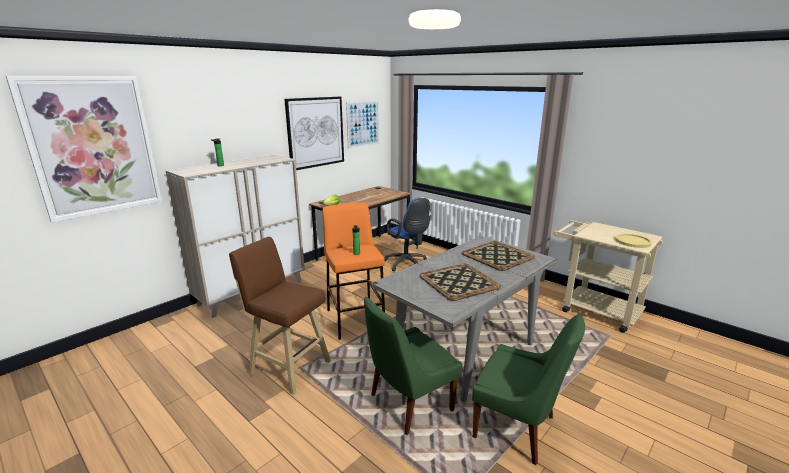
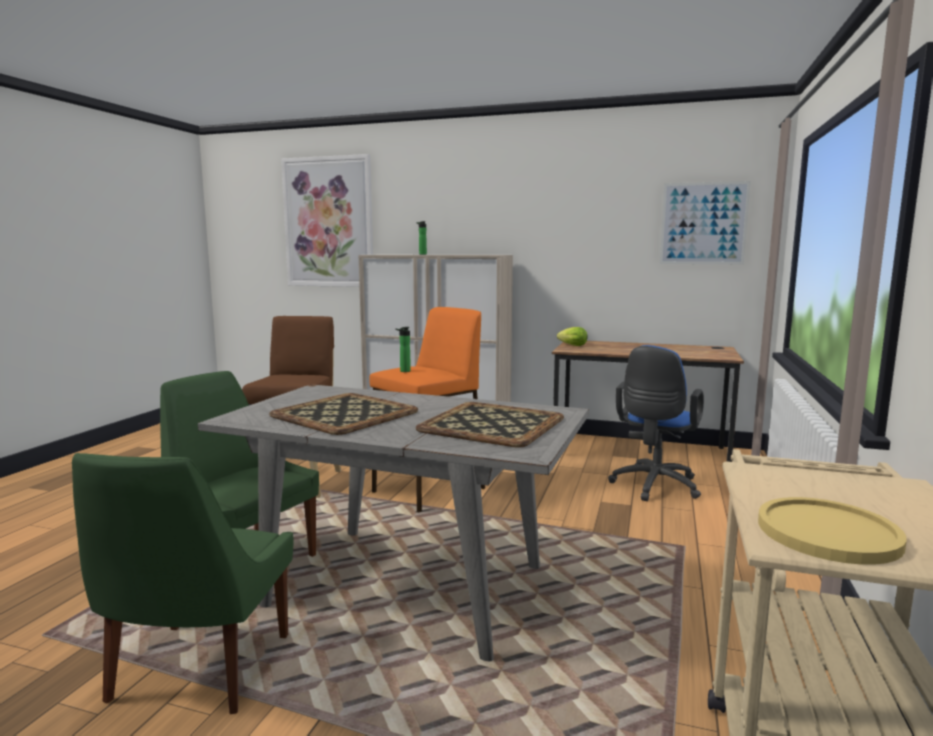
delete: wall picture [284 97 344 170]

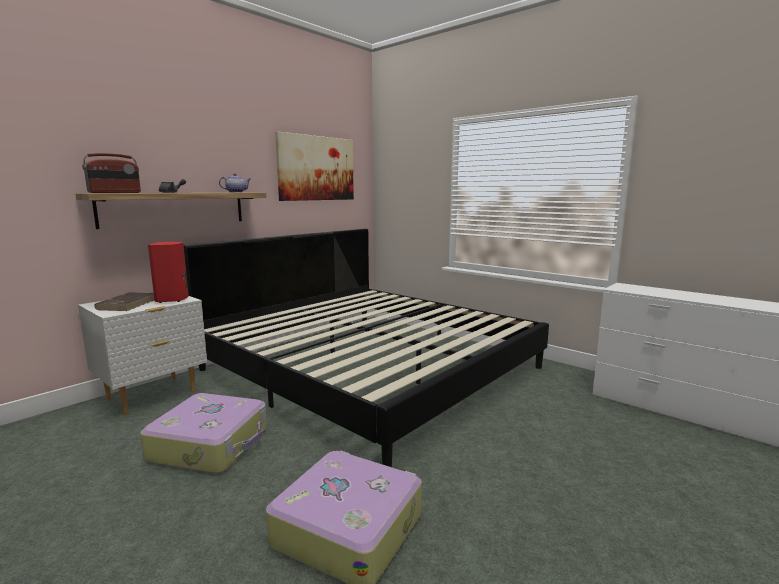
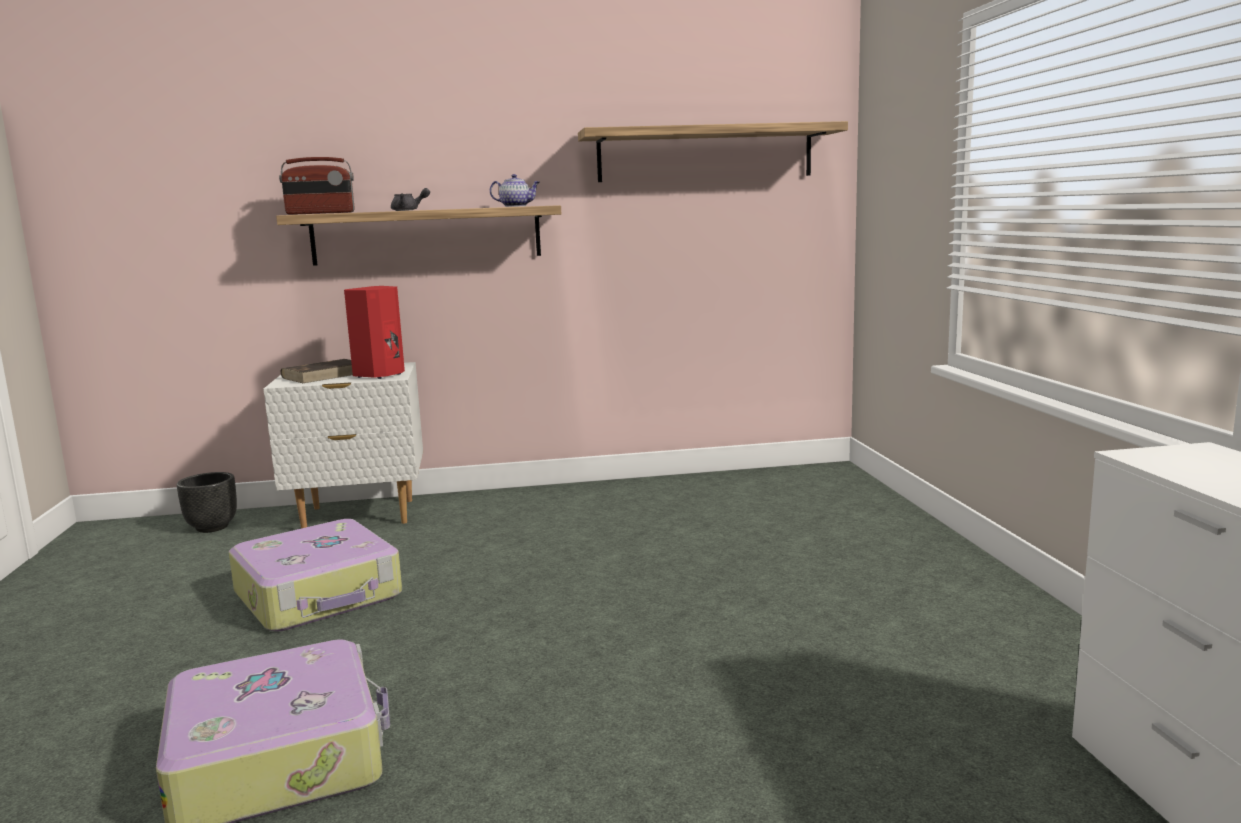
delete: bedroom bed [183 229 549 467]
insert: black-coloured flower pot [177 472 237 533]
replace: wall picture [275 131 354 201] to bracket shelf [578 121 848 182]

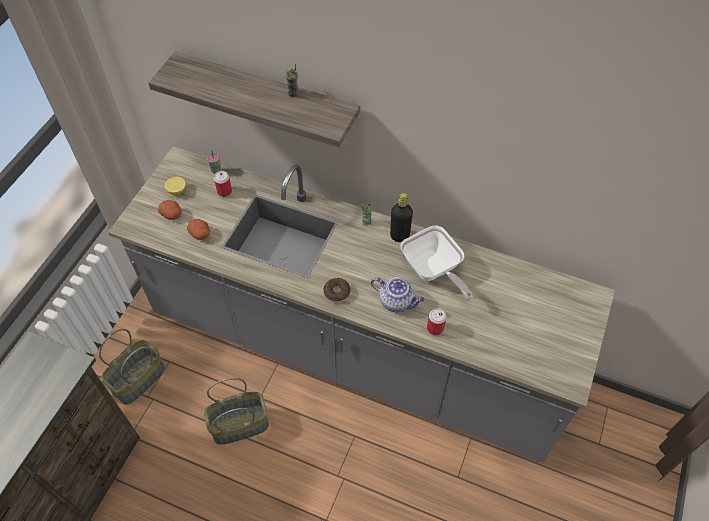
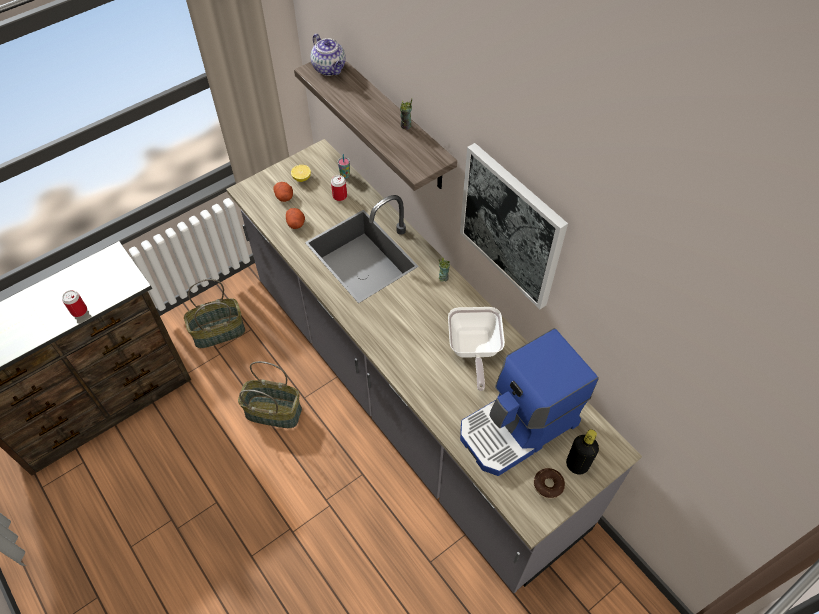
insert: wall picture [460 143 568 310]; coffee maker [460 328 599 476]
move: black-coloured beverage bottle [390 193 413 242] to [566 429 599 475]; teapot [371 277 425 313] to [311 34 346 76]; doughnut [324 278 351 303] to [534 468 565 499]; can [427 308 446 335] to [62 290 87 317]

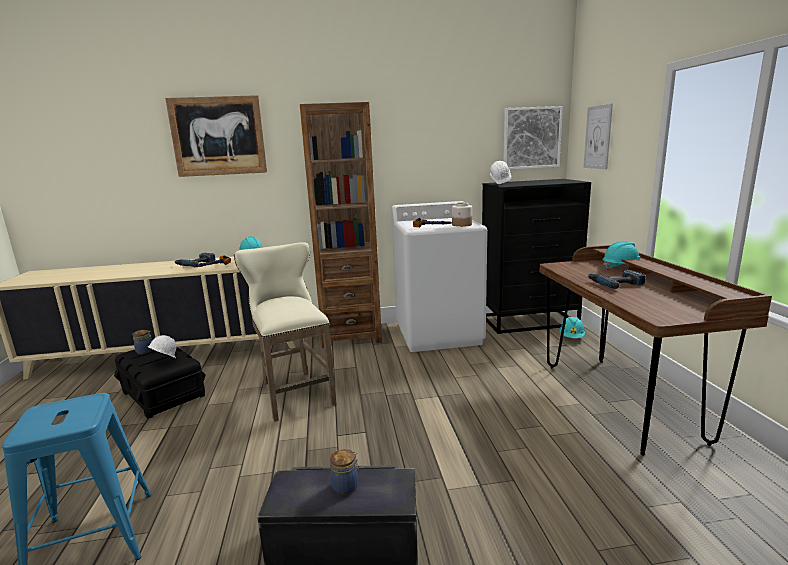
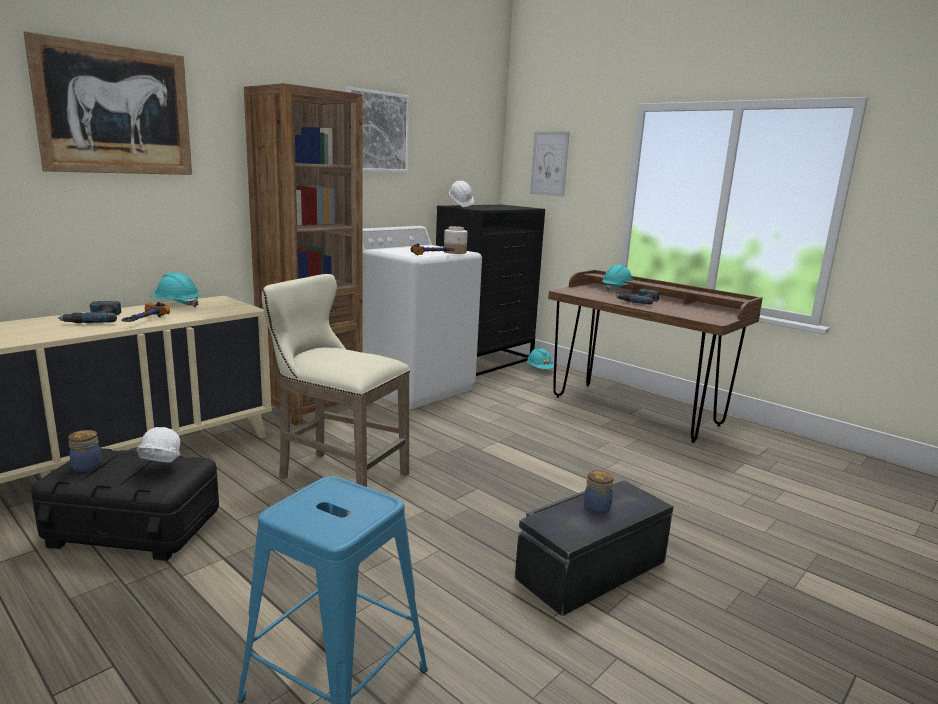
move: wall picture [503 106 563 169] to [345 87 409 173]

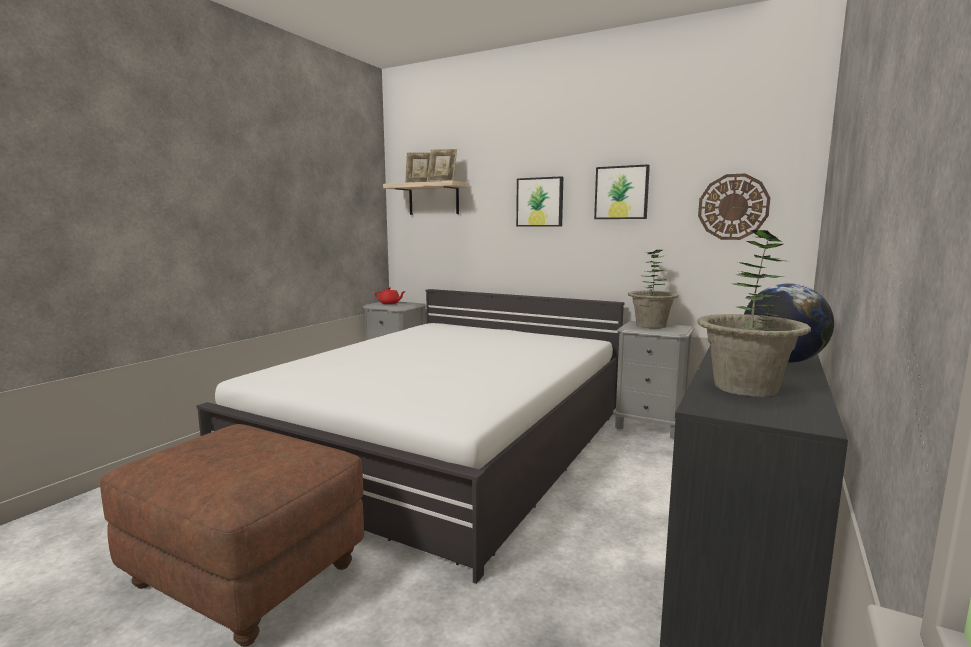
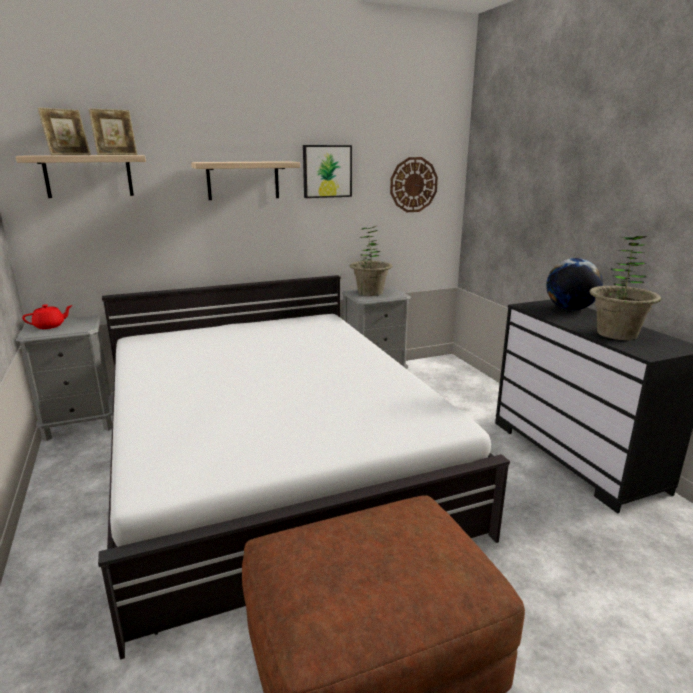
replace: wall picture [516 176 563 227] to bracket shelf [191 161 300 200]

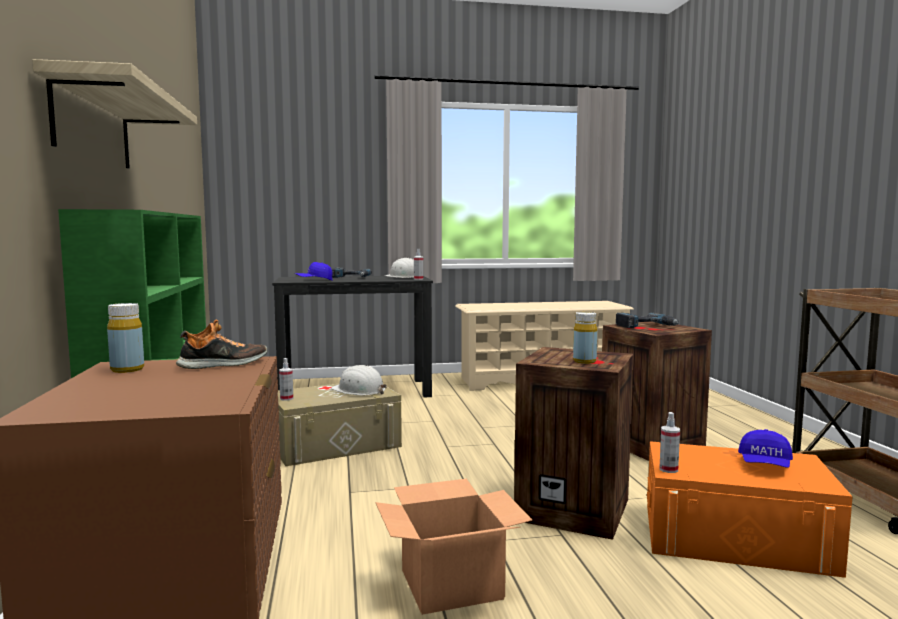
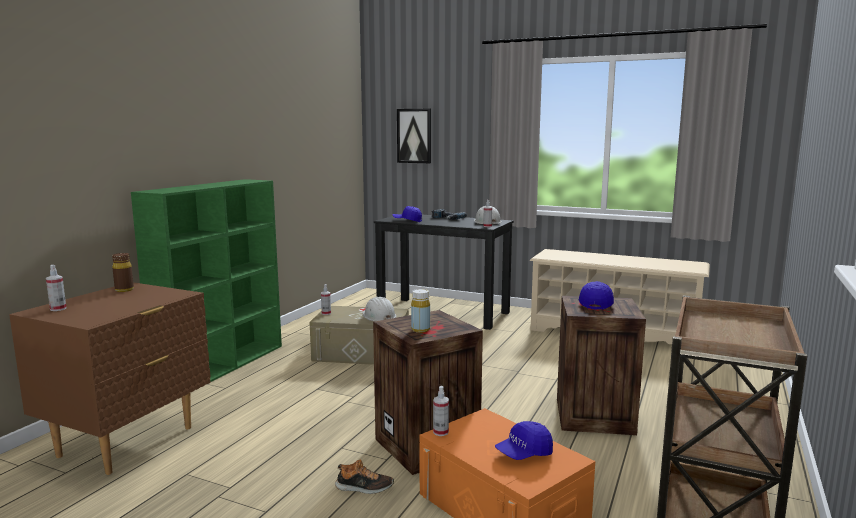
delete: bracket shelf [32 59 197 169]; packing box [375 479 533 615]
insert: wall picture [397 109 431 163]; spray bottle [46 265 66 311]
move: low shoe [176 320 267 369] to [335 460 394 494]
replace: electric drill [616 313 679 328] to blue peaked cap [579 281 614 310]
recolor: yellow-coloured beverage bottle [107 303 144 373] to brown beverage bottle [112 253 134 292]

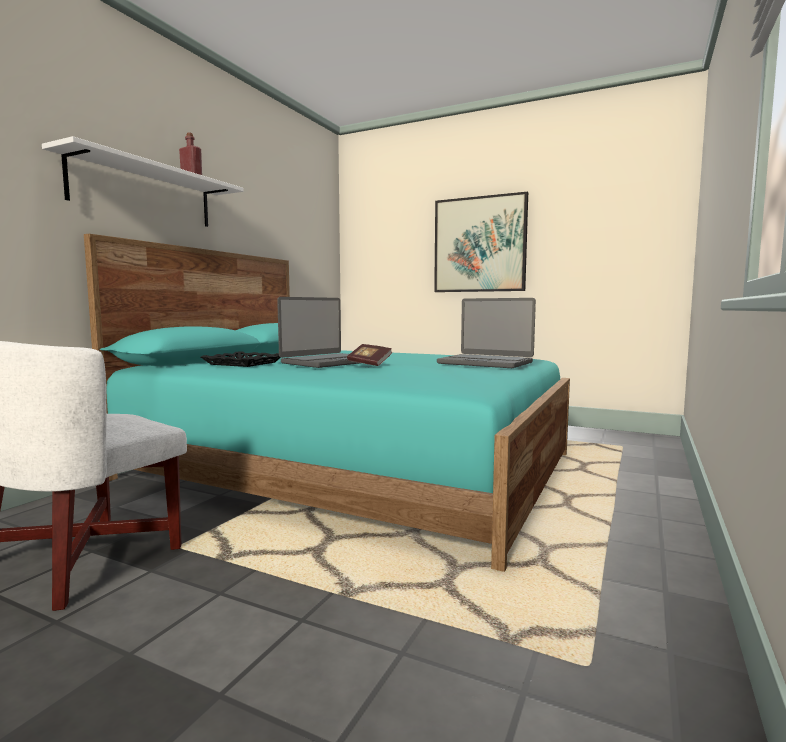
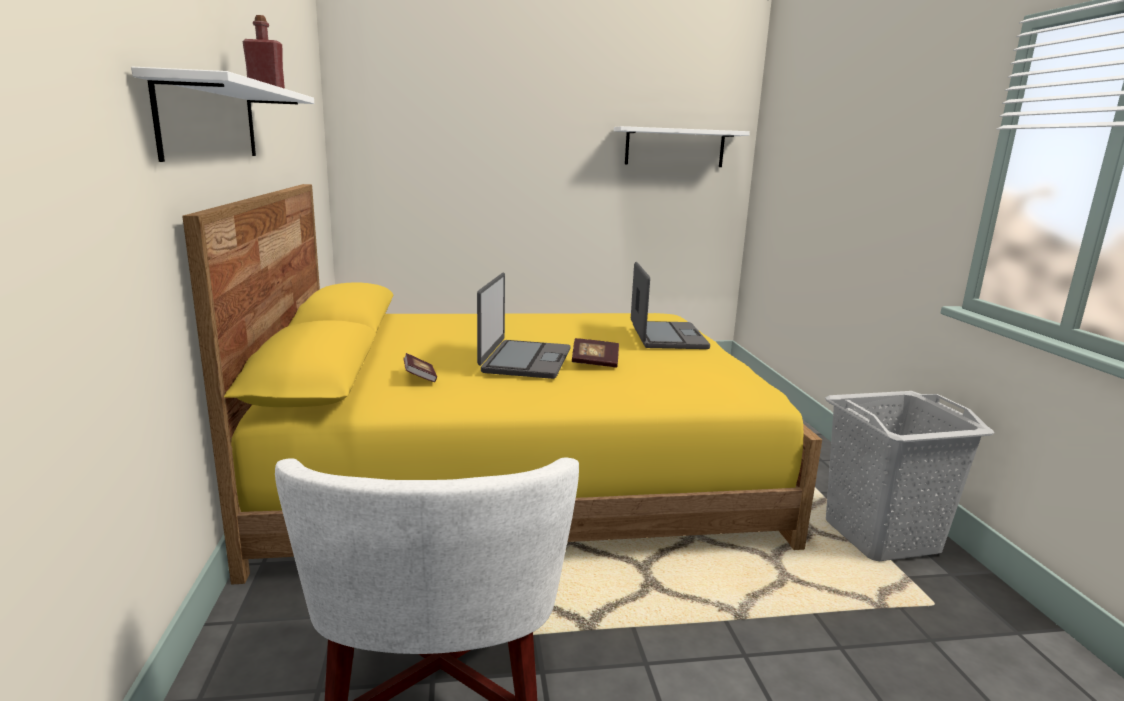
delete: wall picture [434 192 528 292]
insert: whitish bracket shelf [614 126 750 167]; greyish hamper [825 391 995 561]
replace: black-coloured tray [201 351 281 367] to volume [403 353 437 382]
recolor: turquoise-coloured bedroom bed [84 234 570 572] to yellow-coloured bedroom bed [182 184 822 585]
rotate: notebook computer [437 298 536 368] = [631 262 710 349] 90 degrees counterclockwise

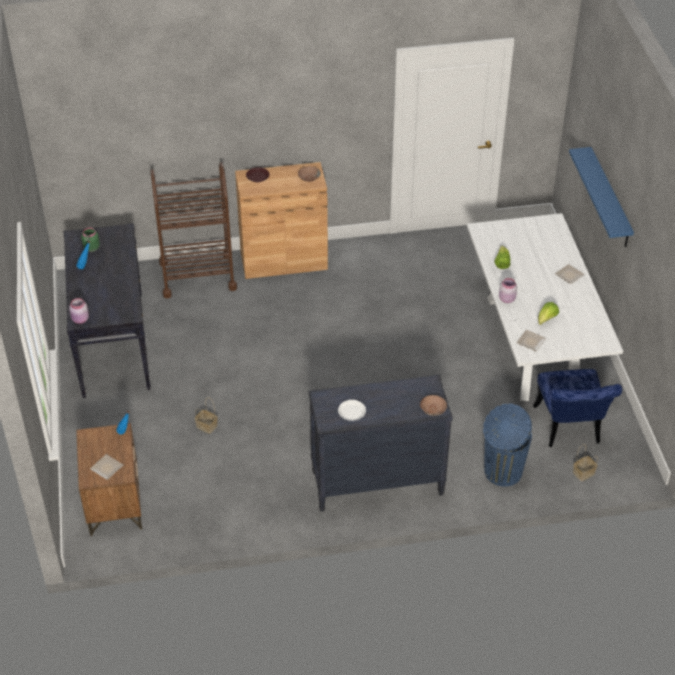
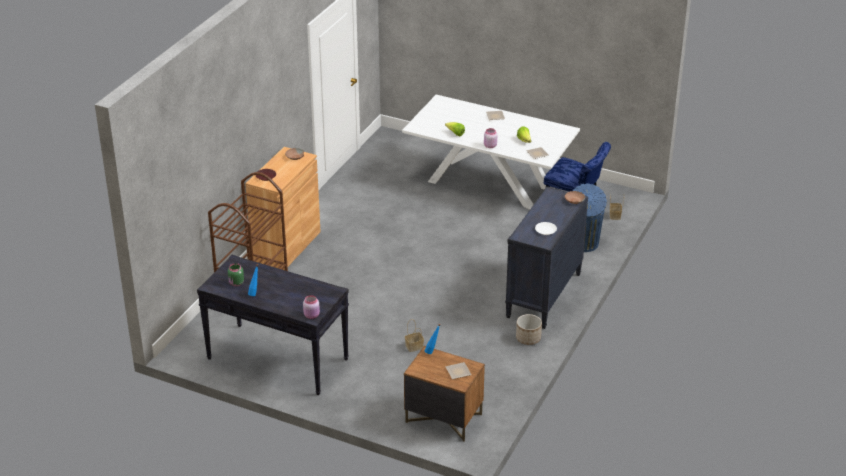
delete: blue bracket shelf [569 147 634 247]
insert: flower pot [516 314 542 345]

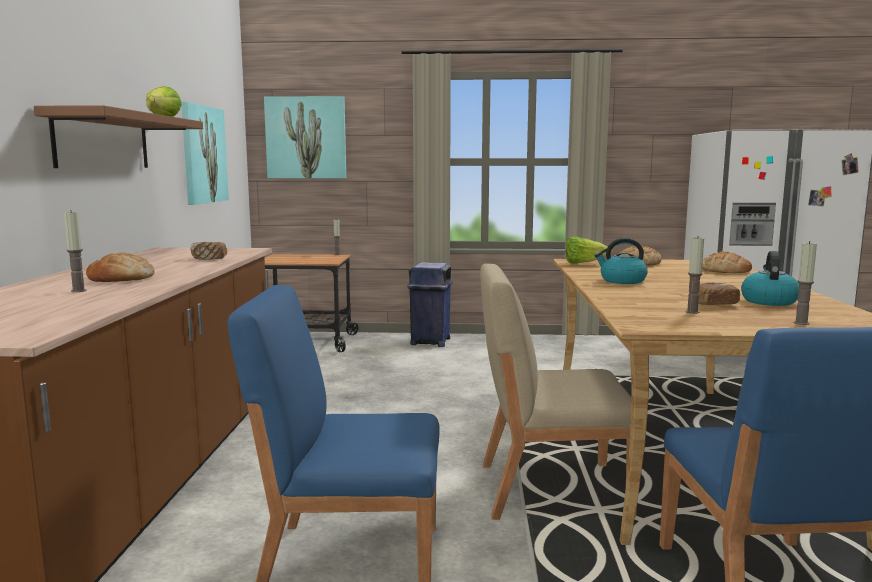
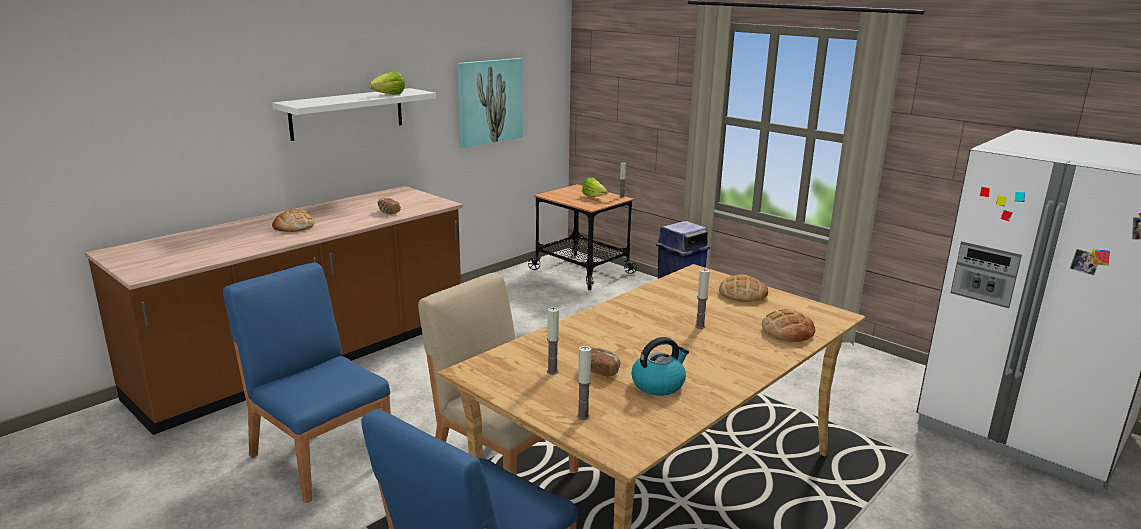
delete: wall picture [264 96 346 178]; tea kettle [594 238 648 284]
move: wax light [64 210 86 292] to [695 269 710 329]; lettuce [566 236 612 264] to [582 178 608 197]
recolor: brown bracket shelf [34 105 203 168] to whitish bracket shelf [272 88 436 141]

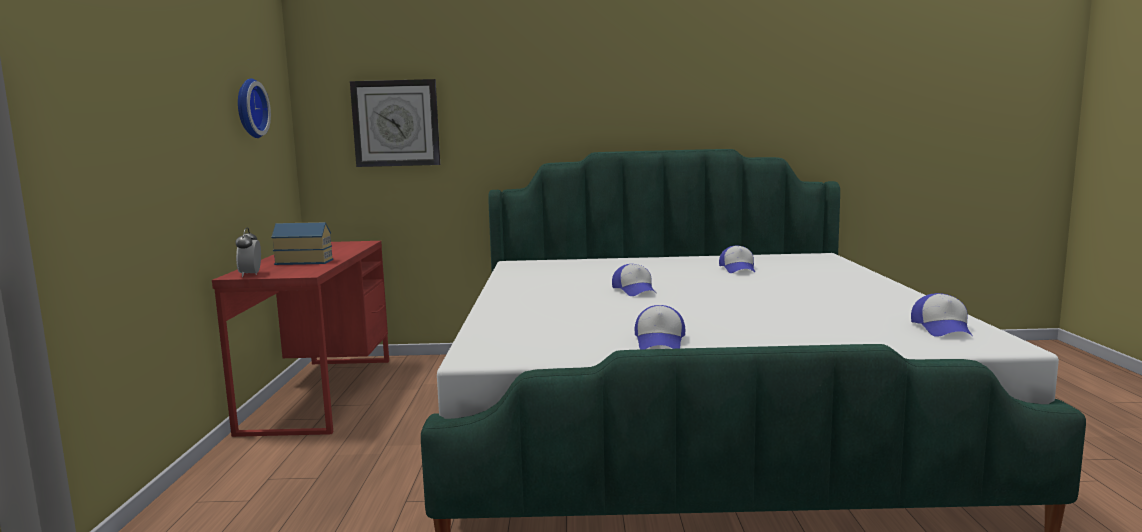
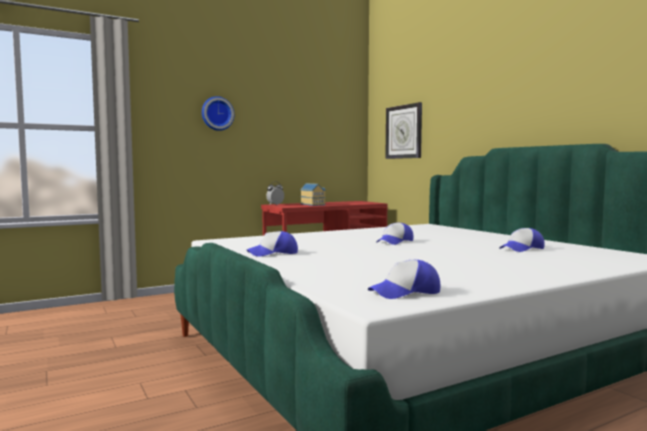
move: wall clock [238 78 271 138] to [202 96 234 131]

